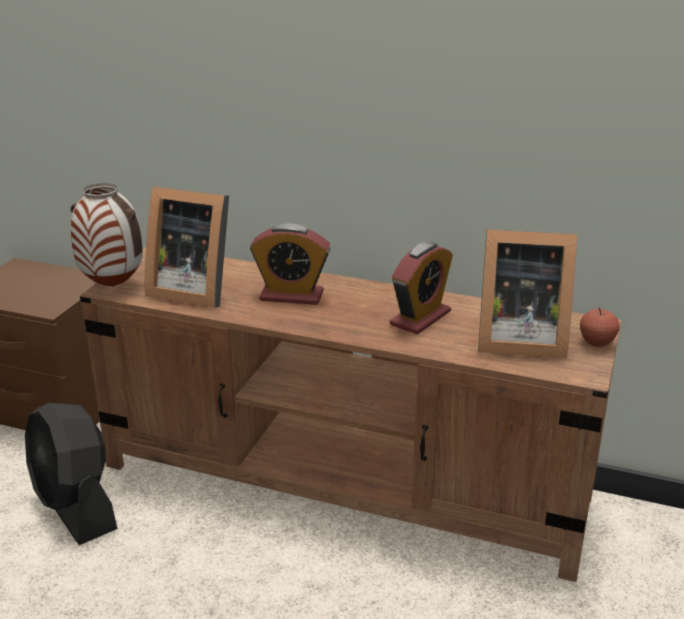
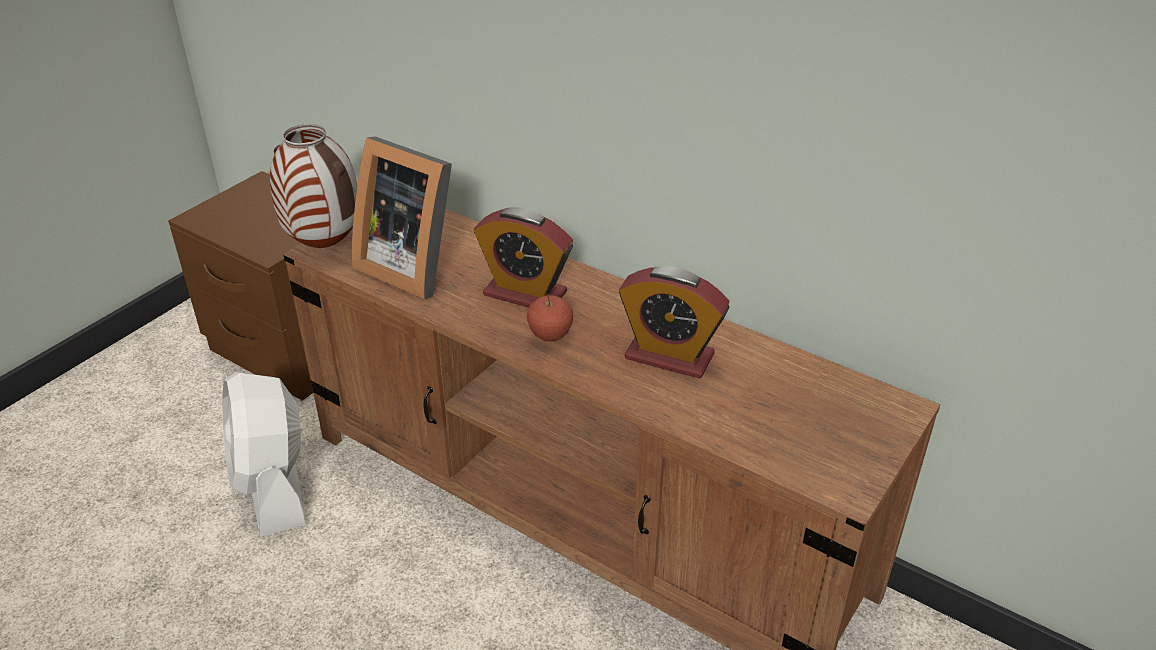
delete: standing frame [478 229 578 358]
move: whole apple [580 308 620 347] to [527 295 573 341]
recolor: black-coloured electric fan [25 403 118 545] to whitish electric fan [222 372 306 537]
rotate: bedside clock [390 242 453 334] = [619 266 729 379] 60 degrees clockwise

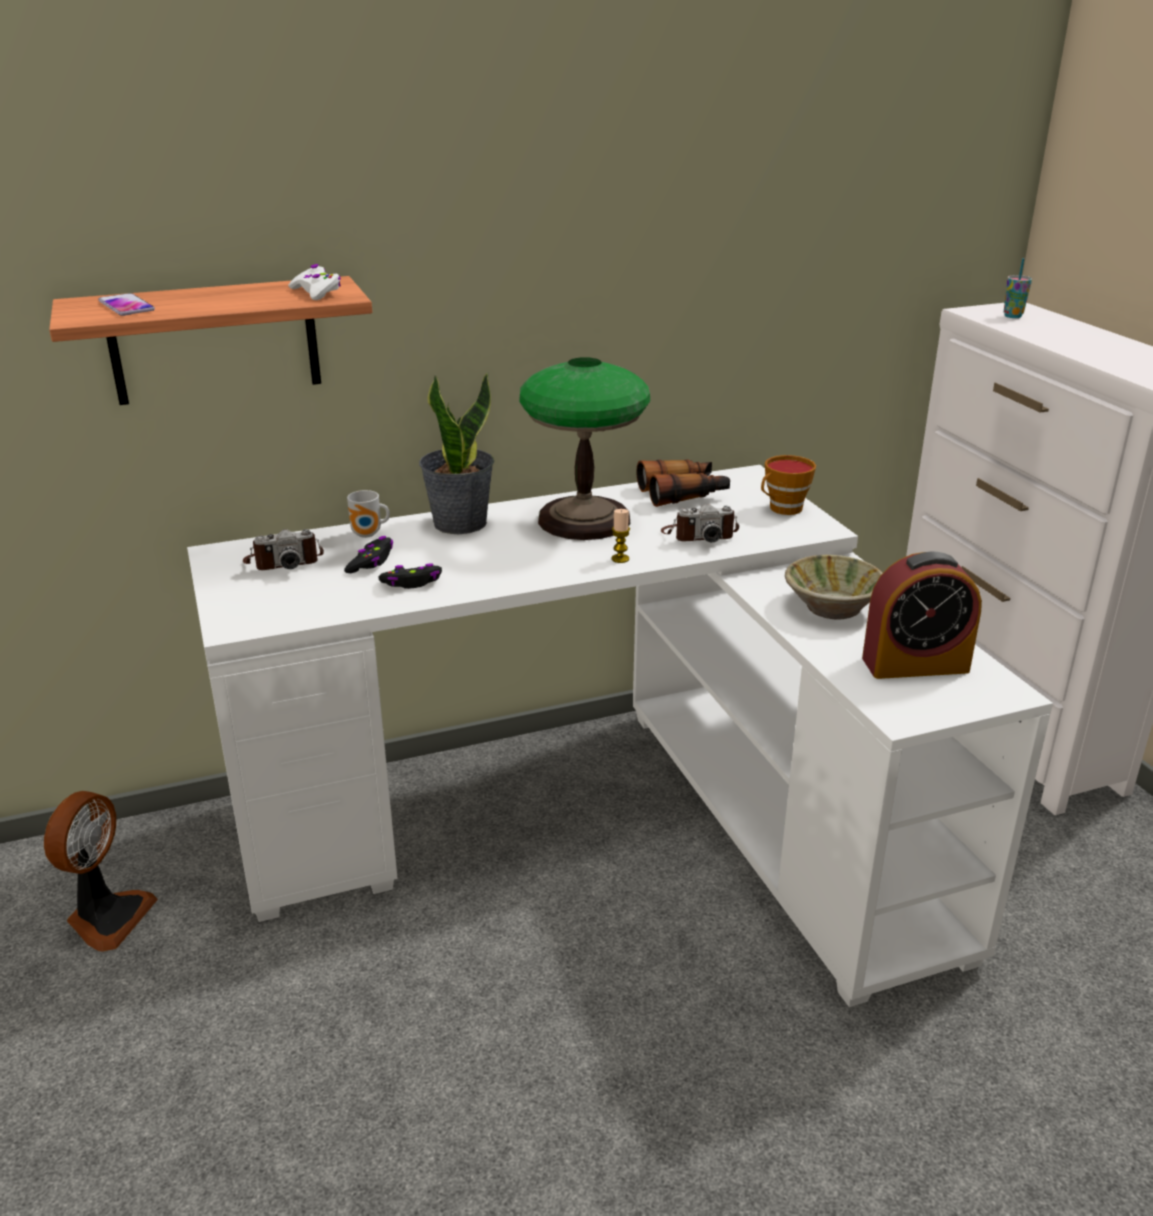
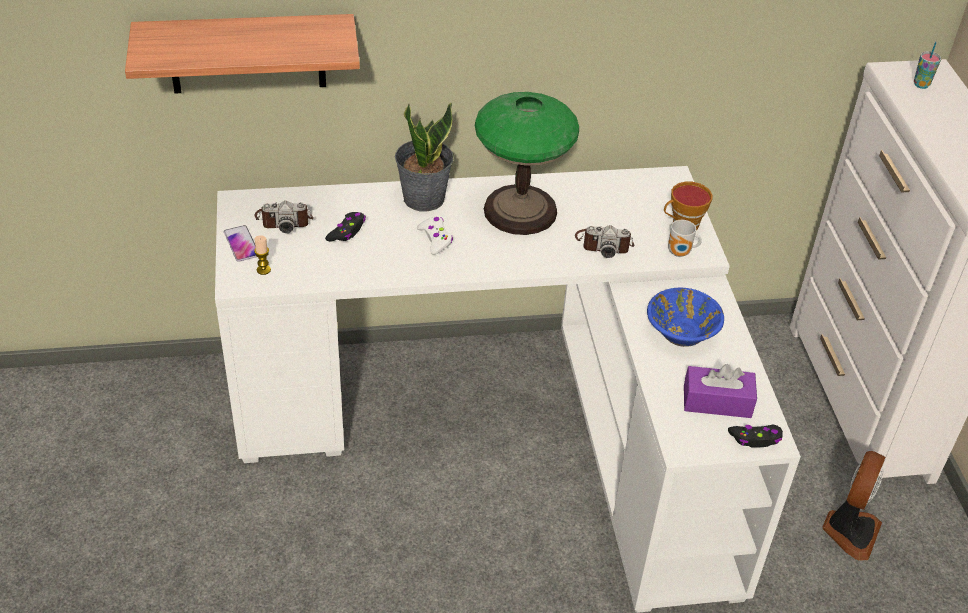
delete: pair of binoculars [636 459 730 507]
move: whitish gamepad [288 264 341 300] to [417 216 453 255]; handset [98 293 155 316] to [224 225 257 262]; coffee mug [347 490 390 538] to [668 220 702 257]; wax light [611 509 630 563] to [254 235 271 275]; black-coloured gamepad [378 563 442 589] to [728 425 783 448]; electric fan [44 791 158 952] to [822 451 885 561]
replace: bedside clock [862 551 982 679] to purplish tissue holder [684 364 757 418]
recolor: sand-coloured serving bowl [785 555 883 620] to blue serving bowl [647 288 724 347]

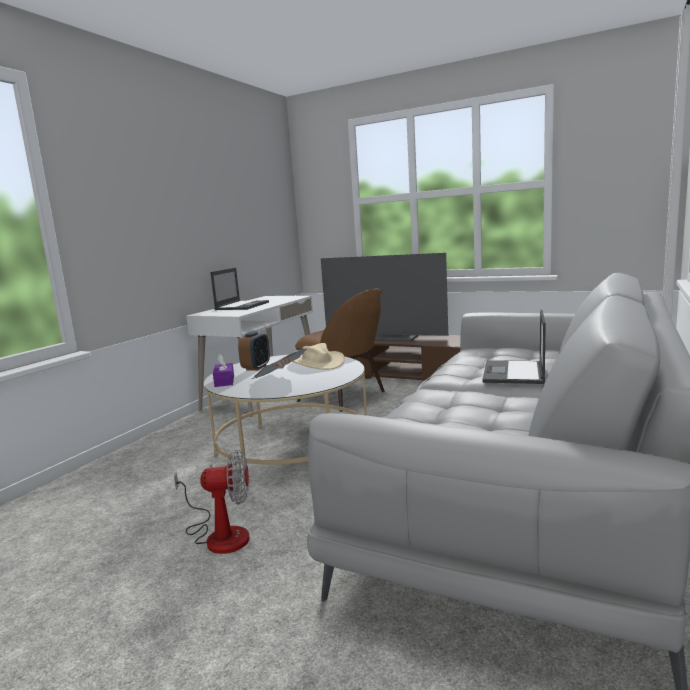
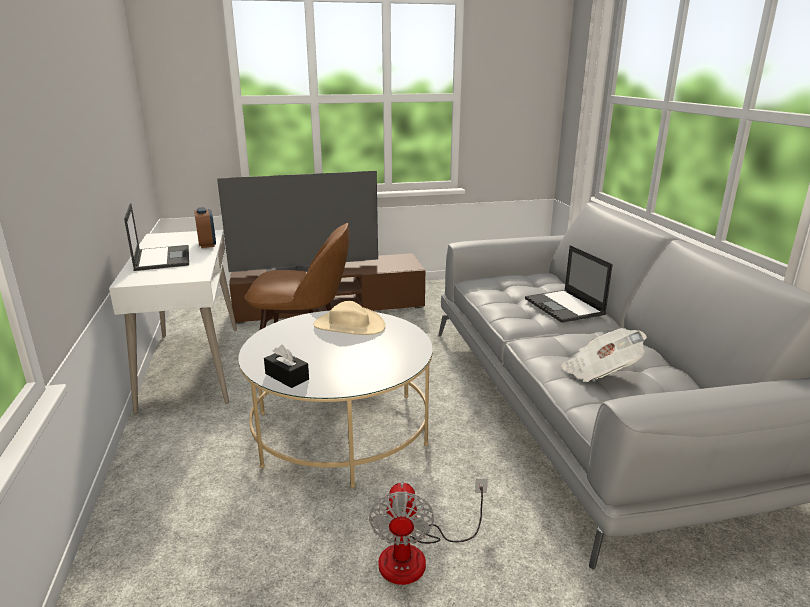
move: bedside clock [238 331 270 371] to [194 207 216 248]; printed paper [252 348 307 379] to [561 328 647 382]
recolor: purplish tissue holder [213 354 234 387] to black-coloured tissue holder [264 345 309 388]
rotate: electric fan [174 450 250 554] = [369 479 488 585] 135 degrees clockwise

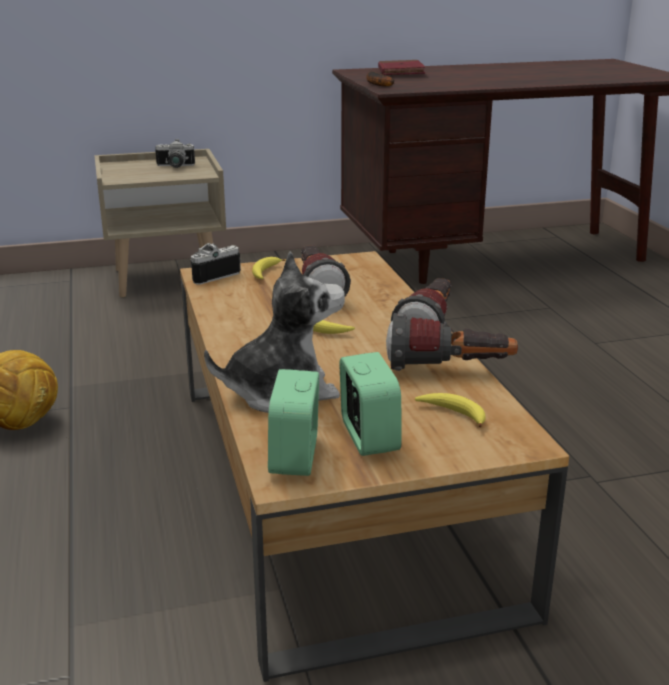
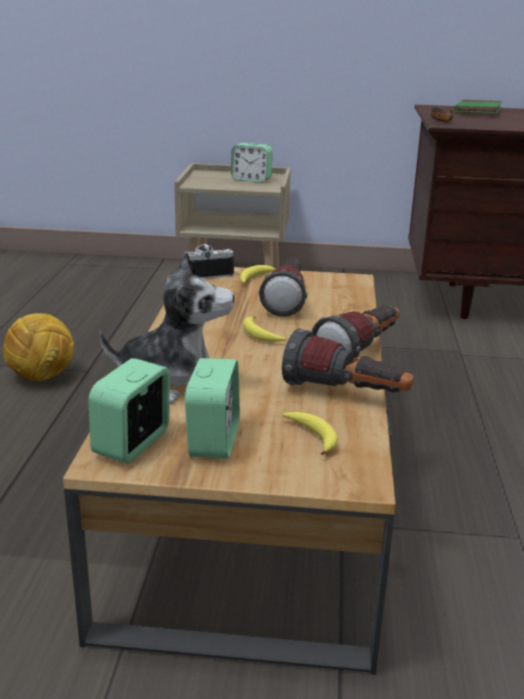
replace: photo camera [155 139 195 168] to bedside clock [231 143 273 182]
recolor: reddish volume [378 60 425 75] to green volume [454 100 502 114]

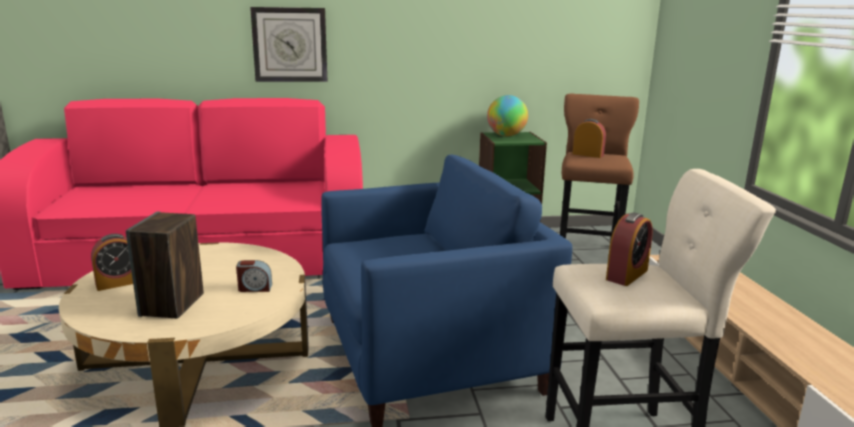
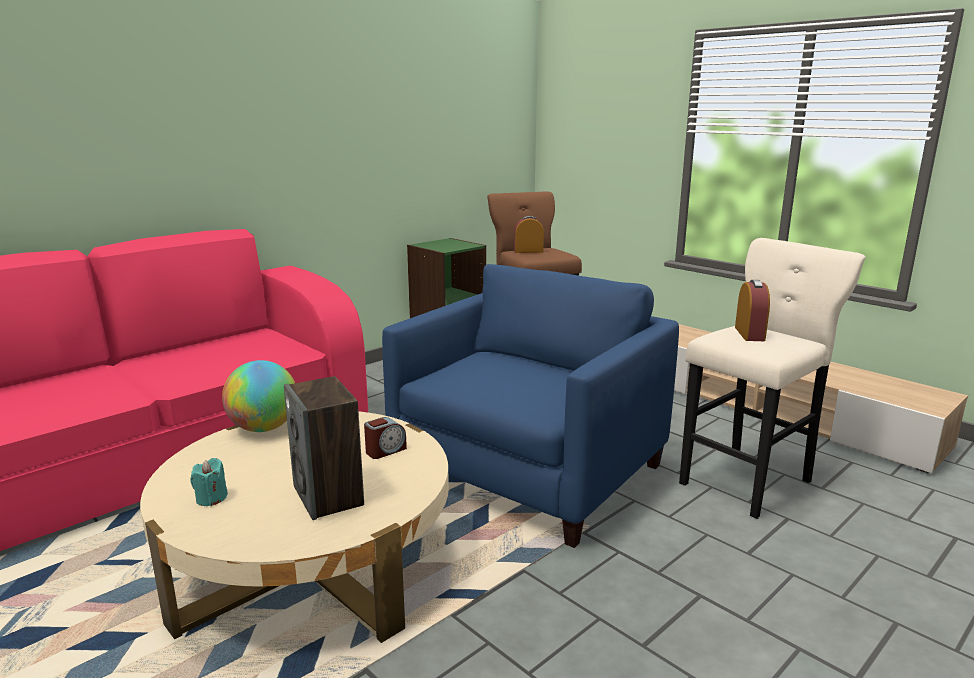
delete: wall clock [250 7 328 82]
move: desk globe [487 95 528 136] to [222 360 295 432]
replace: bedside clock [91 234 133 291] to turquoise-coloured wax light [190 458 228 506]

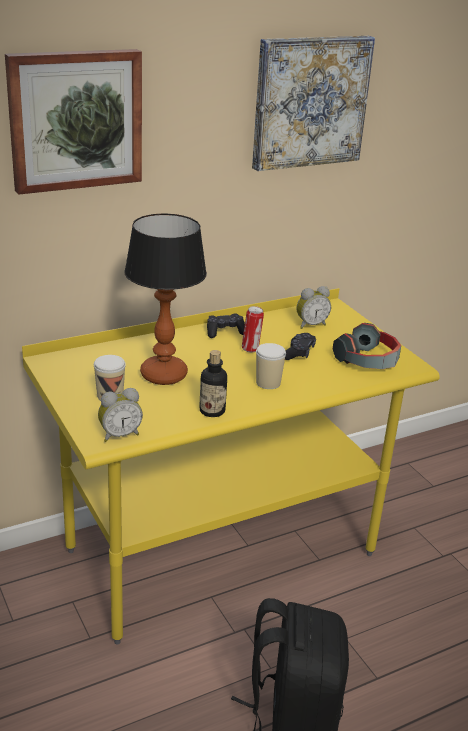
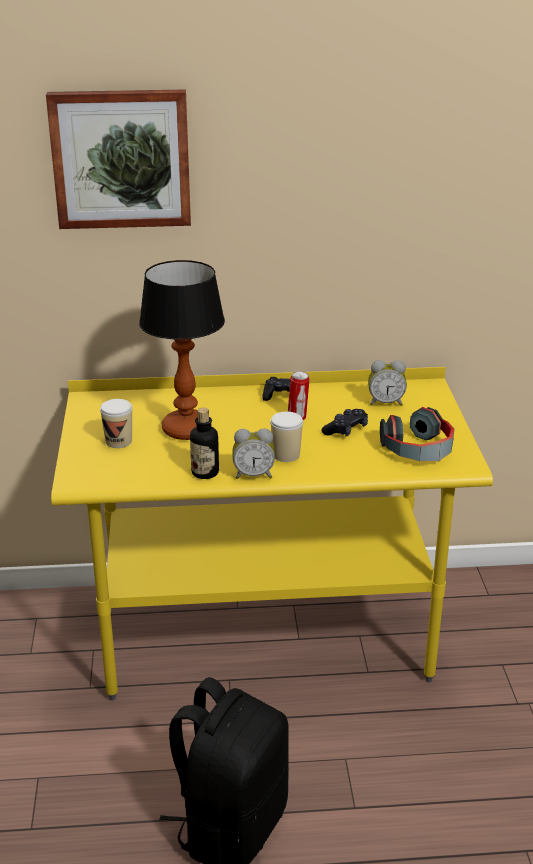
delete: wall picture [252 36 375 171]
move: bedside clock [98 388 143 442] to [232 428 275 479]

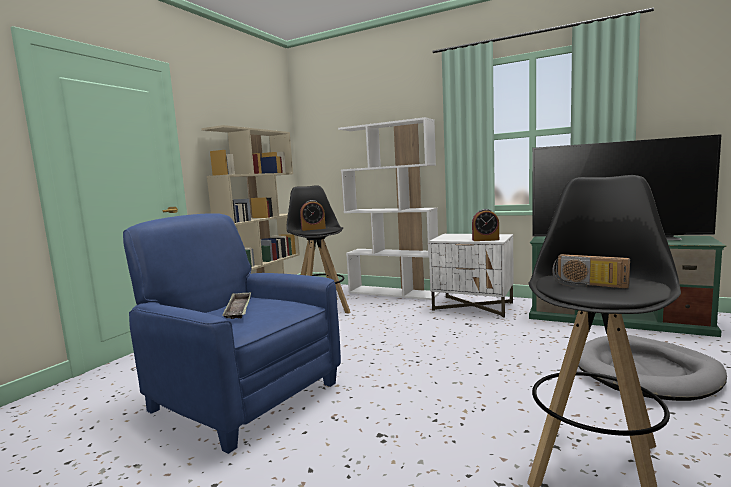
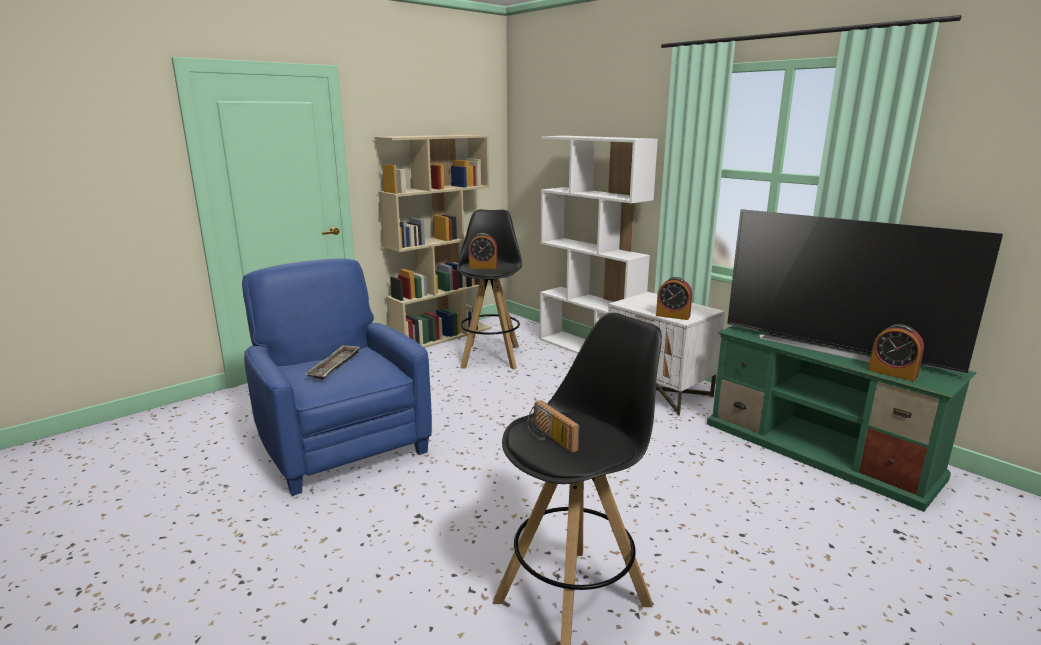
delete: greyish dog cushion [578 335 727 401]
insert: bedside clock [868 324 924 382]

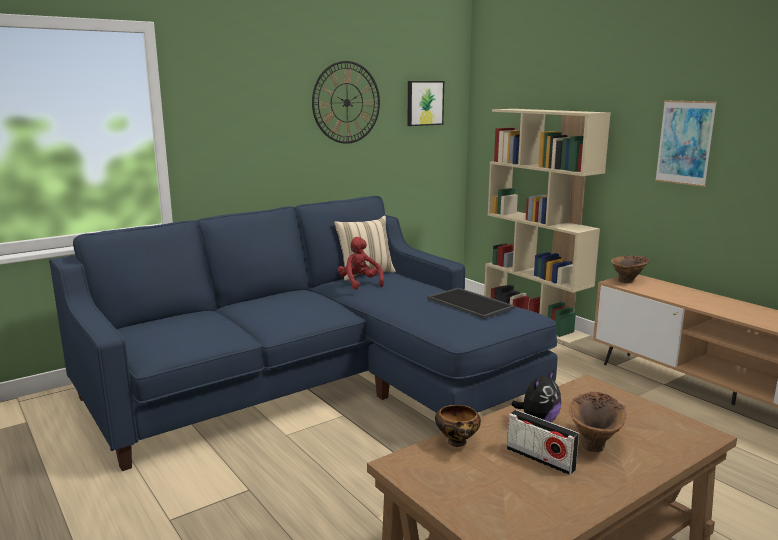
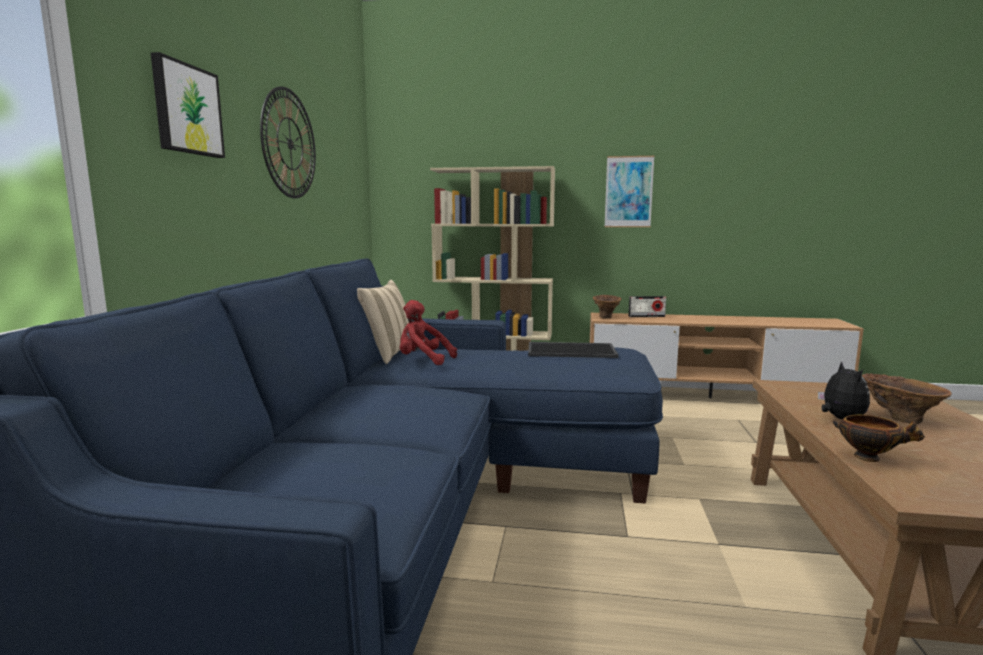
move: wall picture [407 81 444 126] to [151 52 225 158]; radio [507 410 579 475] to [628 296 666 317]

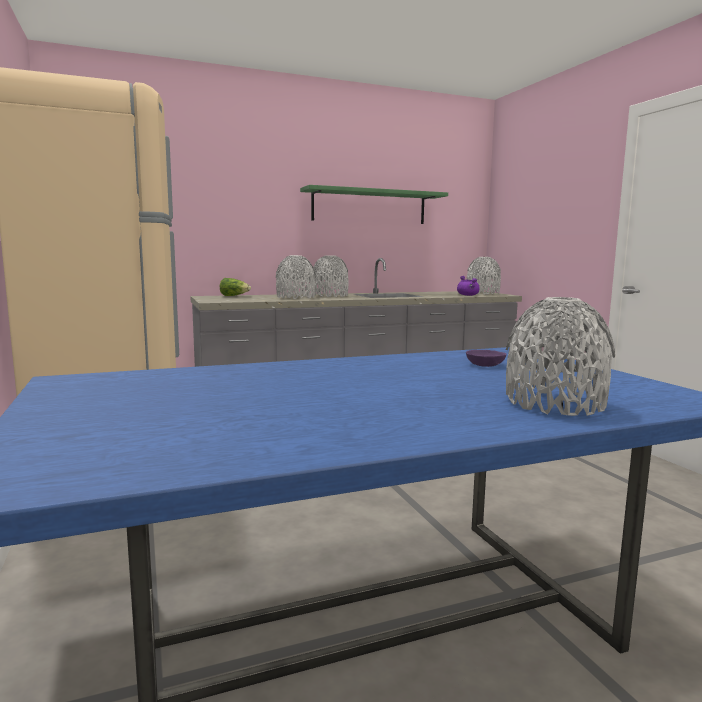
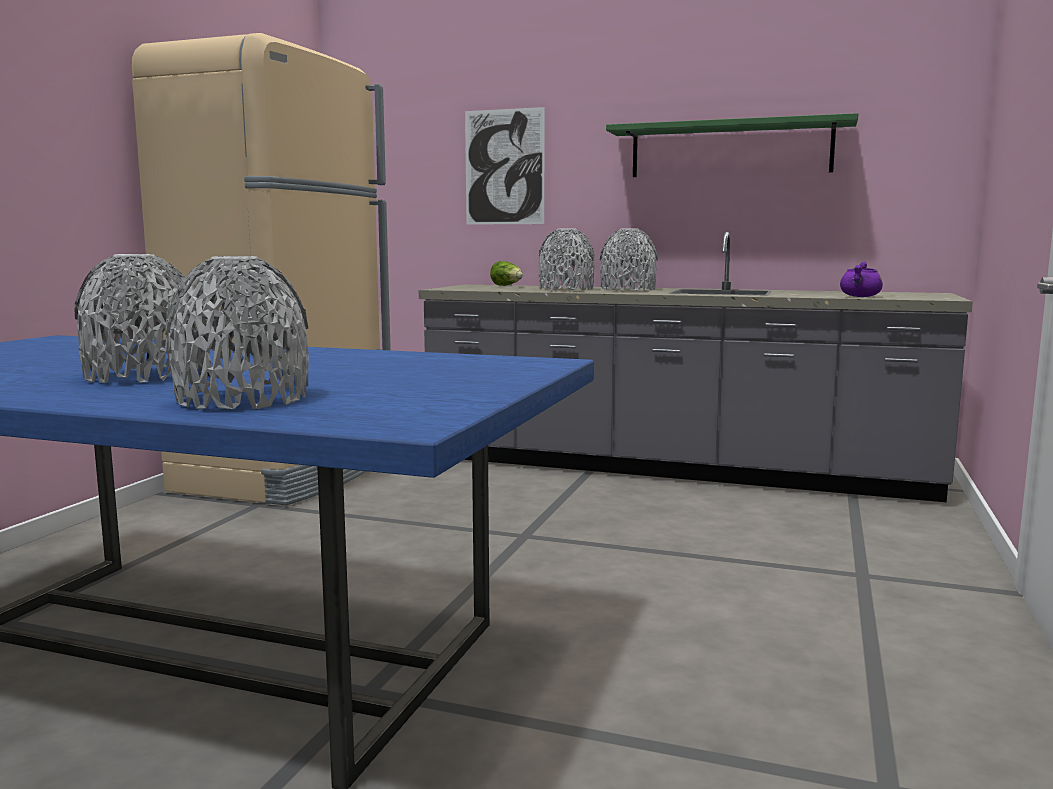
delete: purplish serving bowl [466 350 507 367]
insert: wall picture [465 107 545 225]
move: greyish decorative vase [467 257 501 294] to [74 254 198 383]

